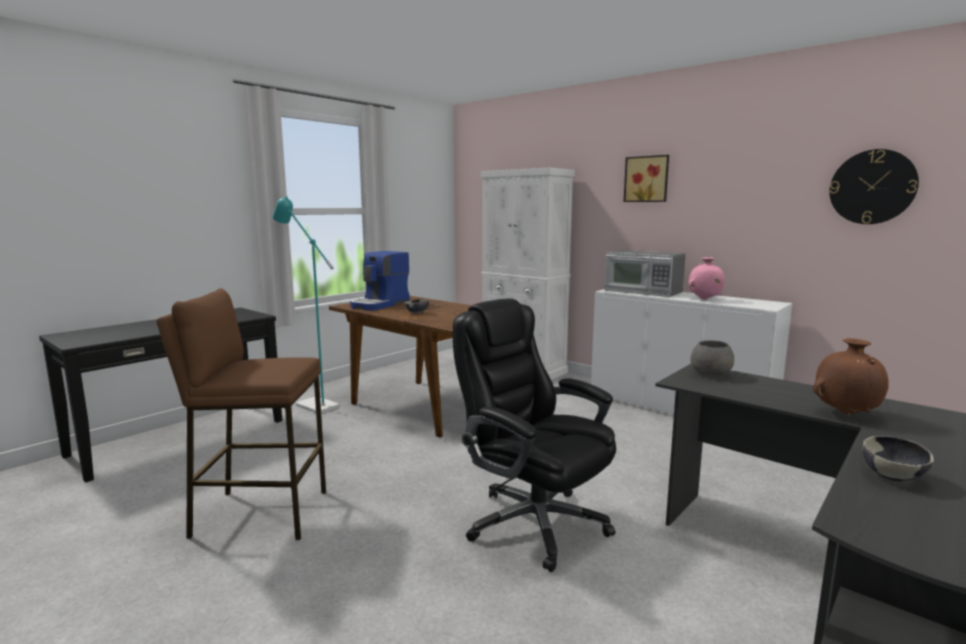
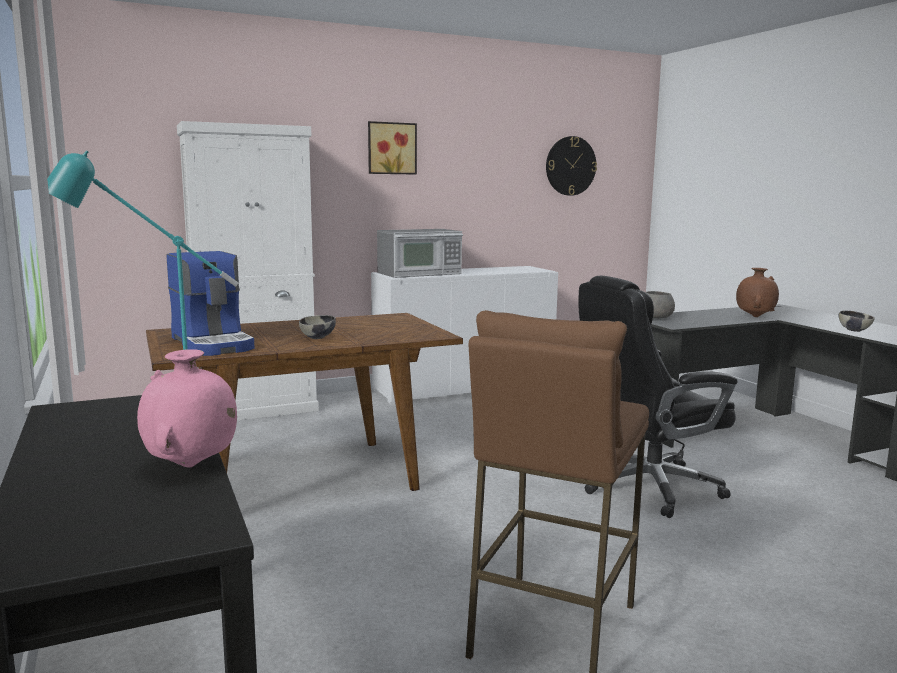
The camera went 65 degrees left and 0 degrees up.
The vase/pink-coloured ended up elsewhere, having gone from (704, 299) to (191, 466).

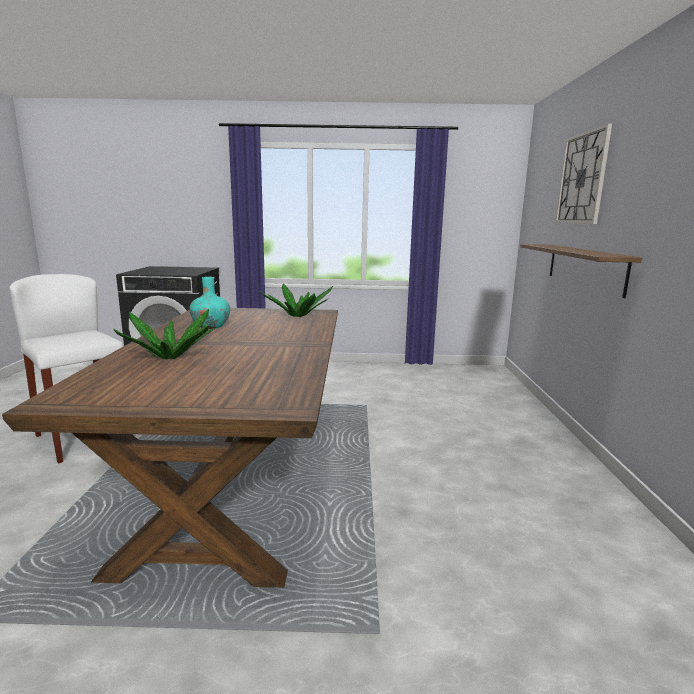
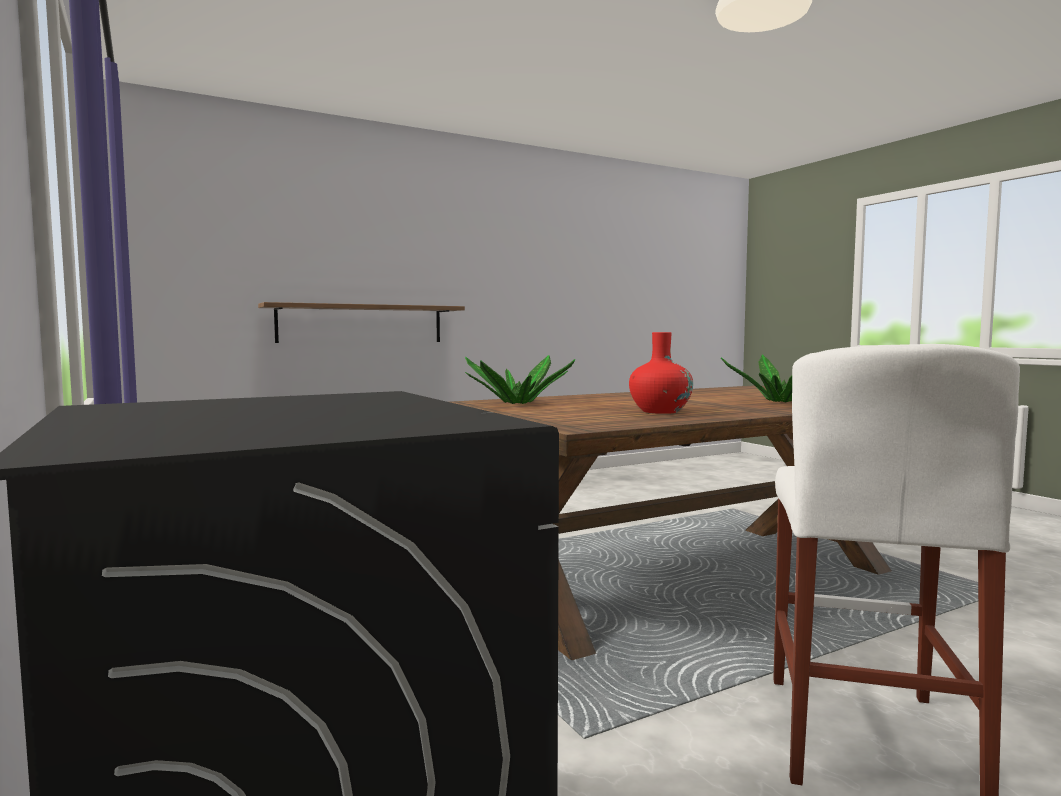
The camera went 120 degrees left and 10 degrees down.
The second view lost the hanging clock at (582, 178).
What was the vase/blue-green at (211, 326) turned into the vase/reddish at (660, 411).

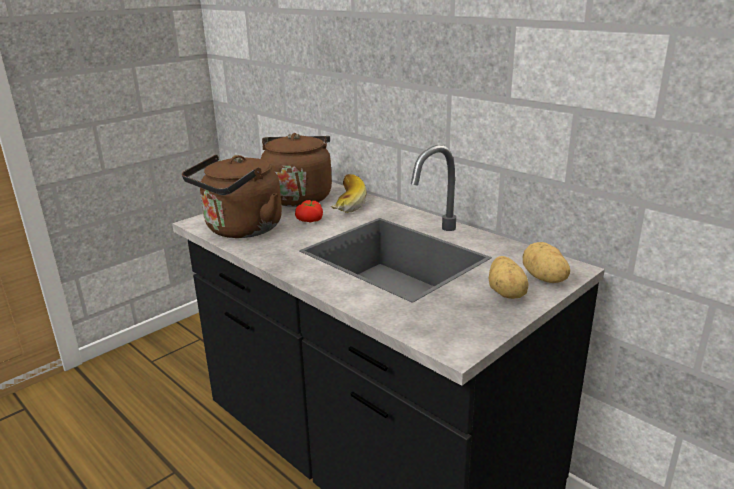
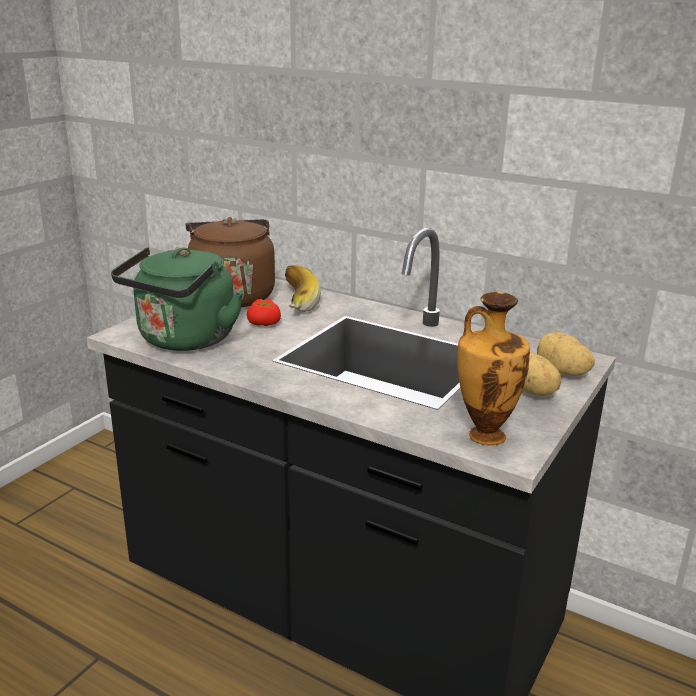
The camera went 15 degrees left and 0 degrees up.
The second view gained the vase at (484, 434).
What was the water kettle/brown at (240, 230) turned into the water kettle/greenish at (184, 340).

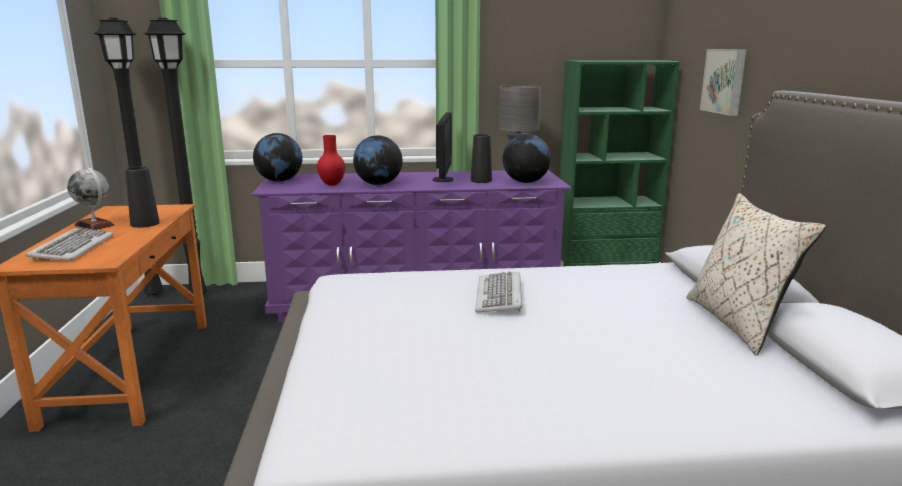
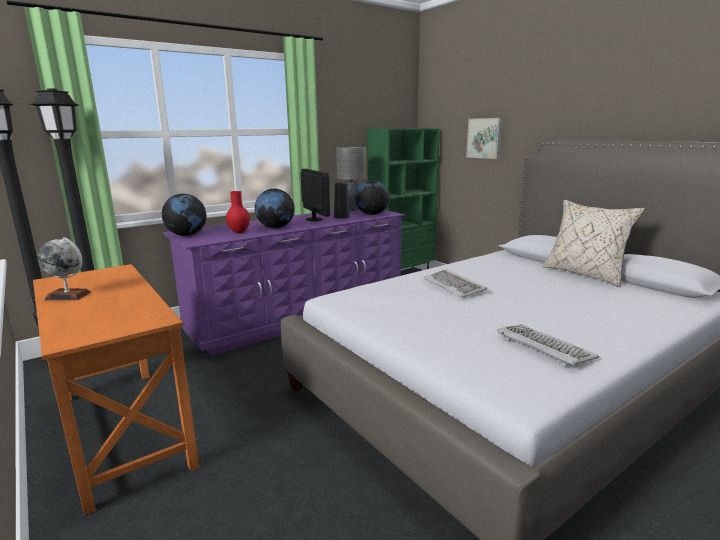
The camera went 30 degrees left and 0 degrees up.
The second view lost the vase/black at (145, 224).
The keyboard ended up elsewhere, having gone from (72, 248) to (543, 347).

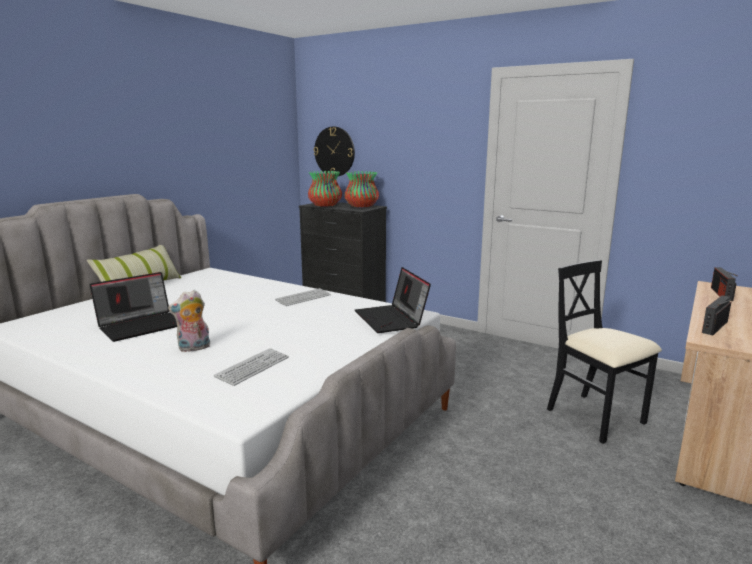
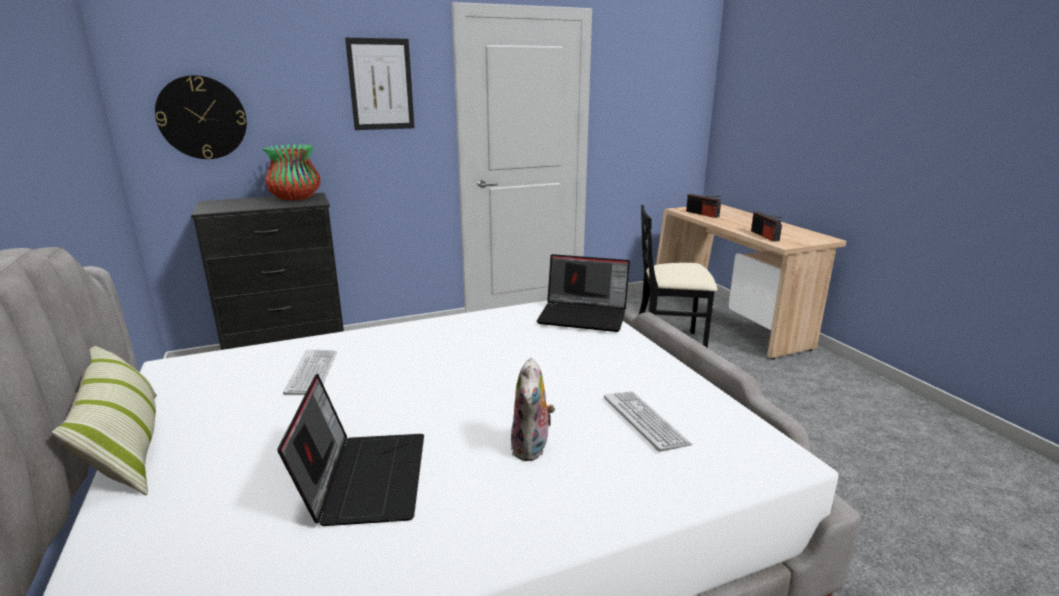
The camera went 55 degrees left and 5 degrees up.
The second view lost the vase at (325, 205).
The second view gained the picture at (381, 84).
The keyboard ended up elsewhere, having gone from (303, 298) to (312, 373).

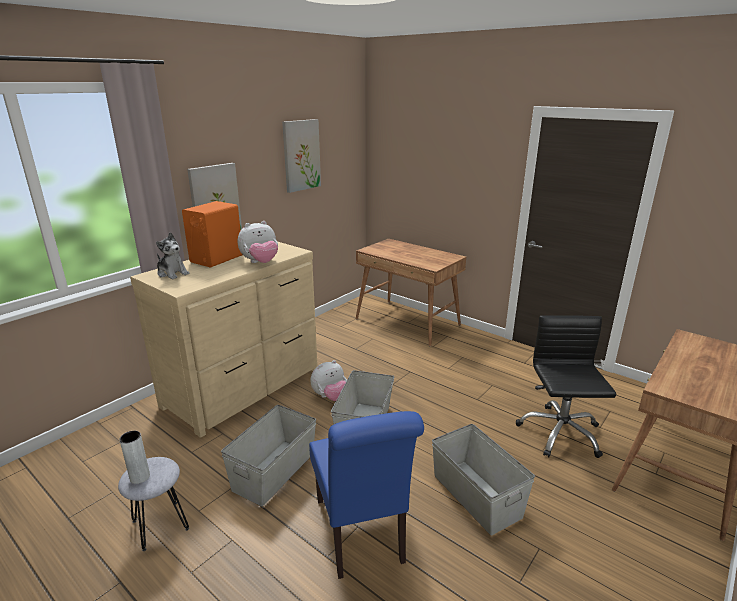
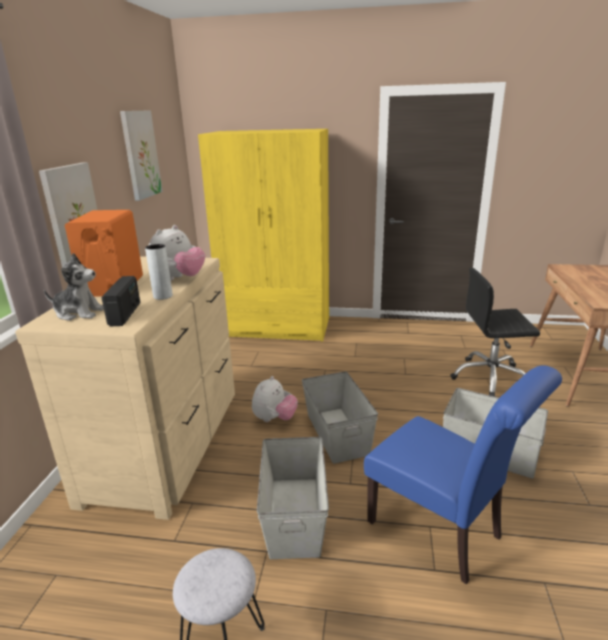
The camera went 30 degrees left and 0 degrees up.
The second view gained the radio at (125, 314).
The vase/gray ended up elsewhere, having gone from (140, 477) to (163, 296).
Where the desk table/brown stood at (408, 322), the armoire/yellowish came to stand at (276, 327).
The computer chair/black at (559, 433) ended up facing another way, 60 degrees counterclockwise from before.

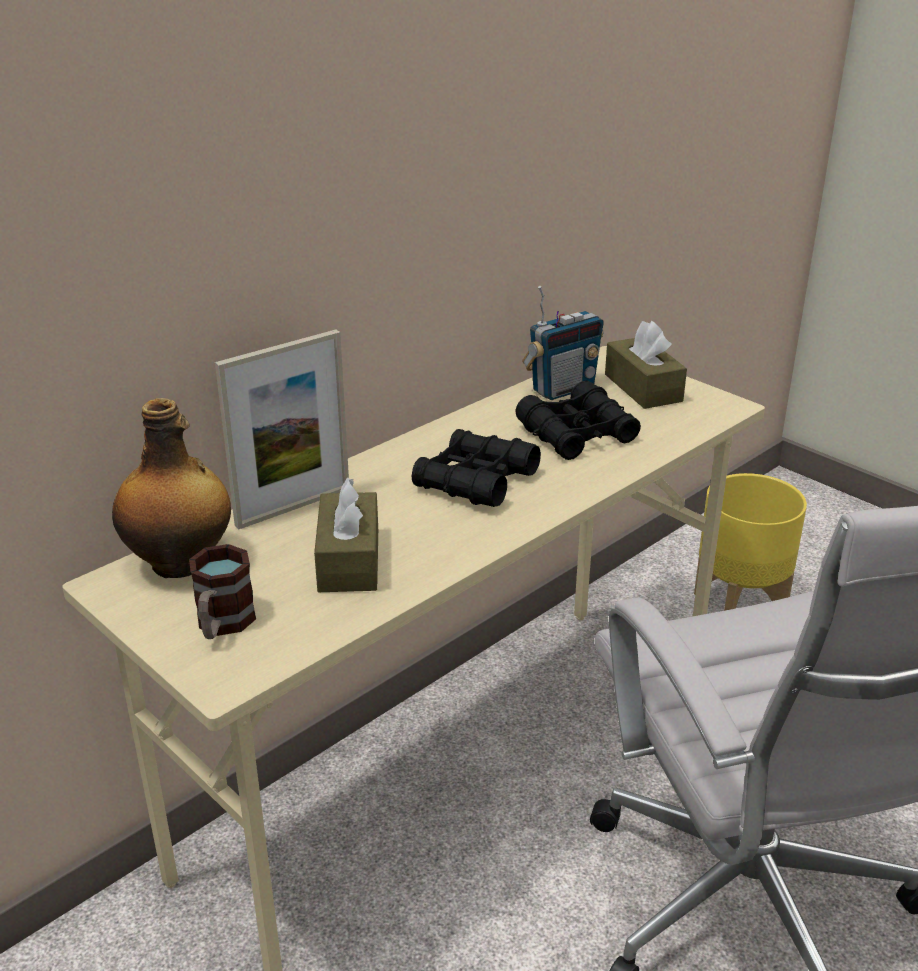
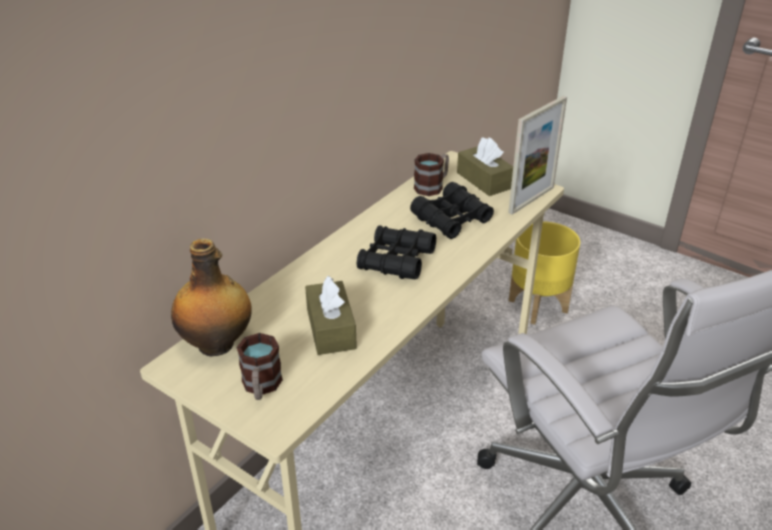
The camera went 10 degrees left and 5 degrees up.
The photo frame ended up elsewhere, having gone from (293, 507) to (531, 200).
Where the radio stood at (562, 389), the coffee mug came to stand at (432, 186).

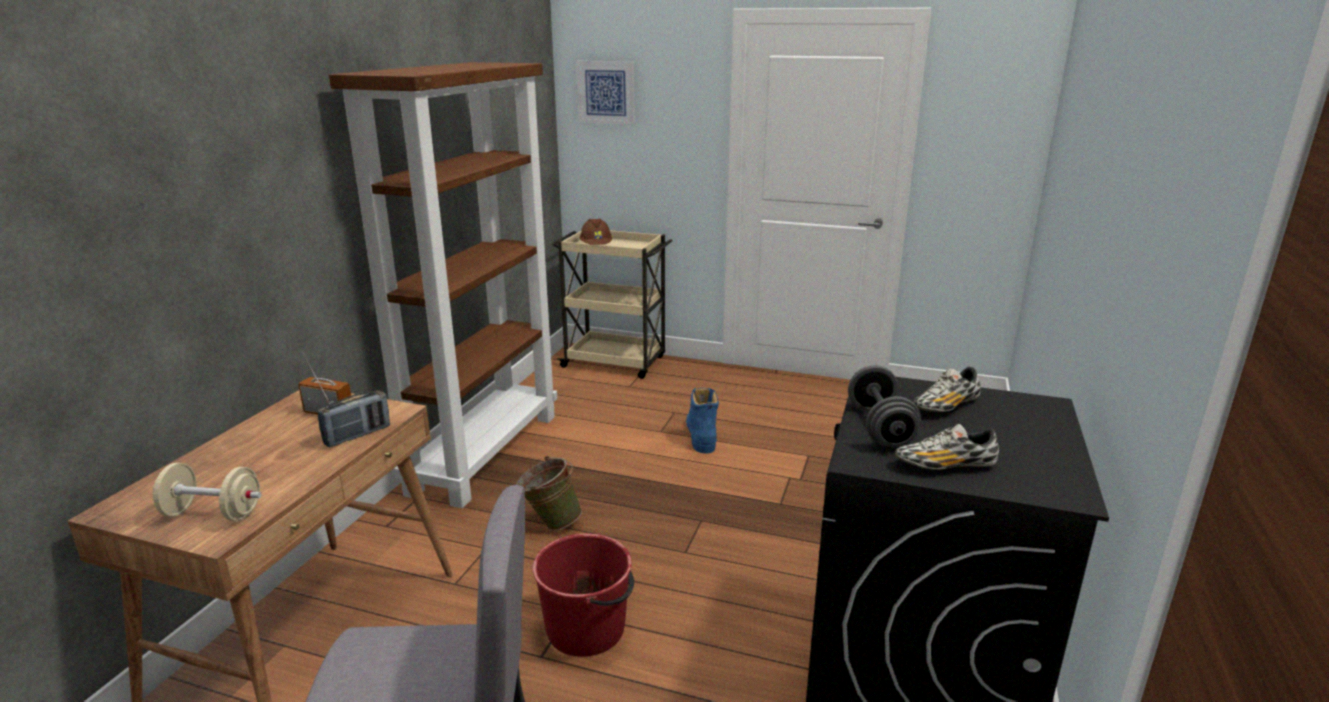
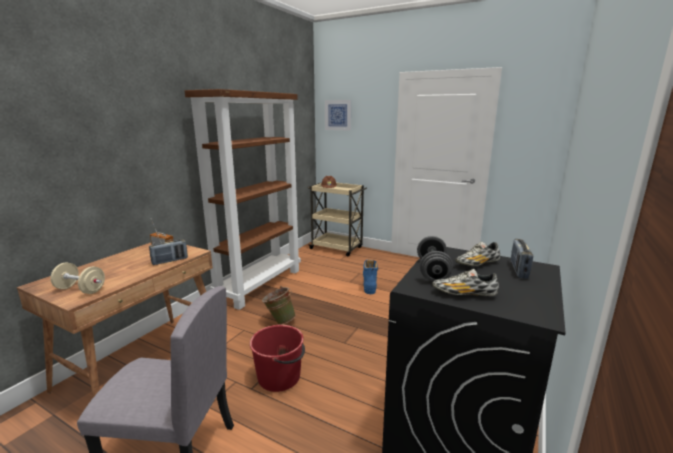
The camera went 10 degrees right and 5 degrees down.
The second view gained the radio at (519, 270).

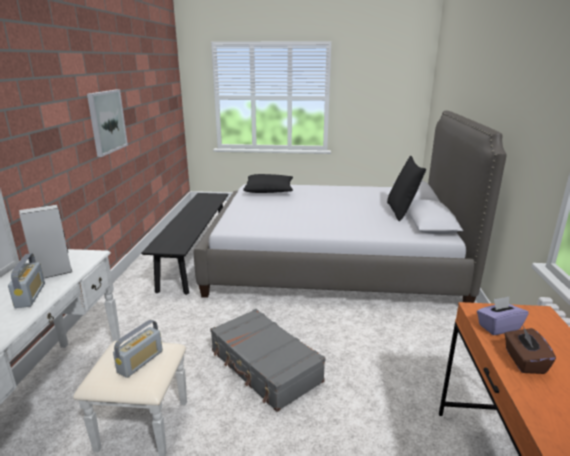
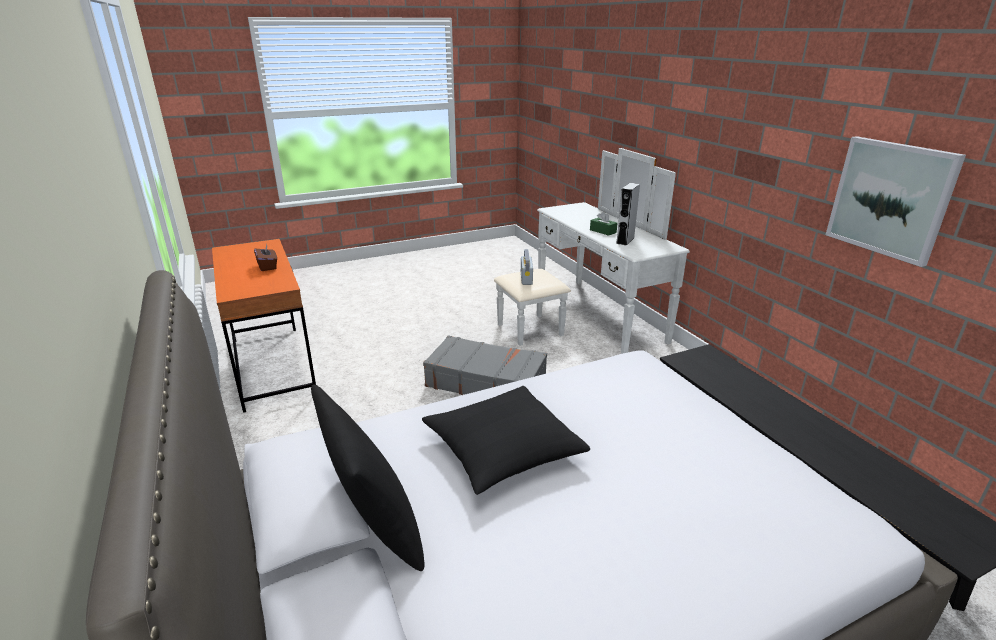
The camera went 150 degrees right and 5 degrees up.
The second view lost the tissue box/purplish at (498, 327).
The pillow/black ended up elsewhere, having gone from (269, 190) to (503, 449).
Where the radio stood at (30, 295), the tissue box/greenish came to stand at (603, 231).

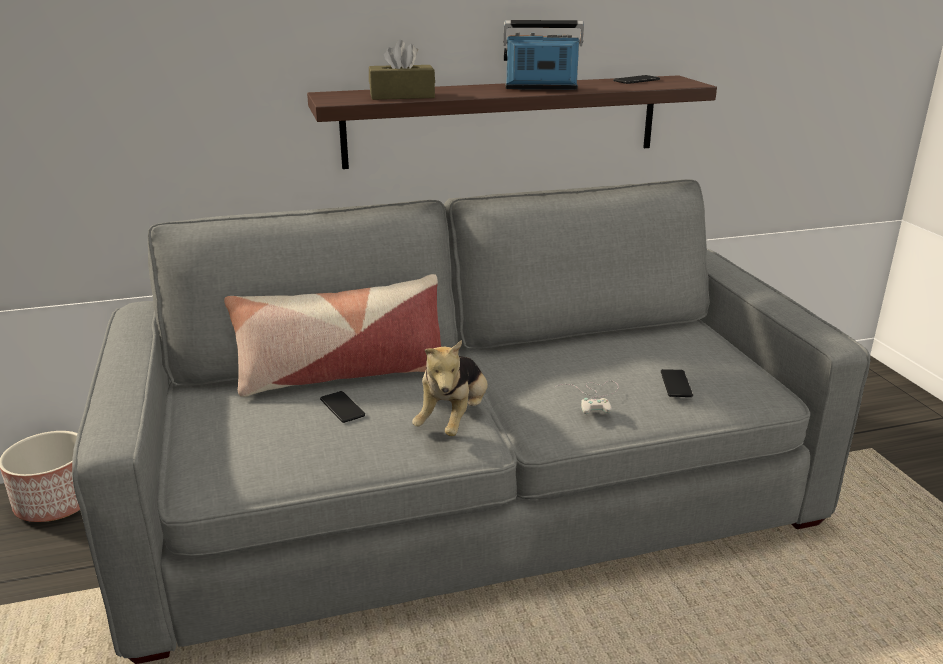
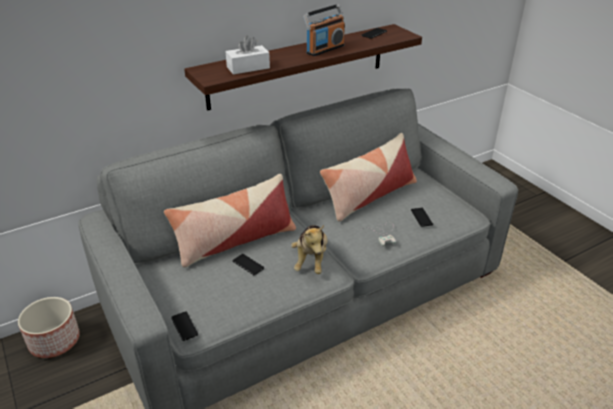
The camera went 15 degrees left and 10 degrees up.
The second view gained the telephone at (184, 326).
The second view gained the pillow at (369, 196).
What was the tissue box/brown at (402, 96) turned into the tissue box/white-coloured at (248, 67).
The radio at (541, 88) ended up facing another way, 150 degrees clockwise from before.

